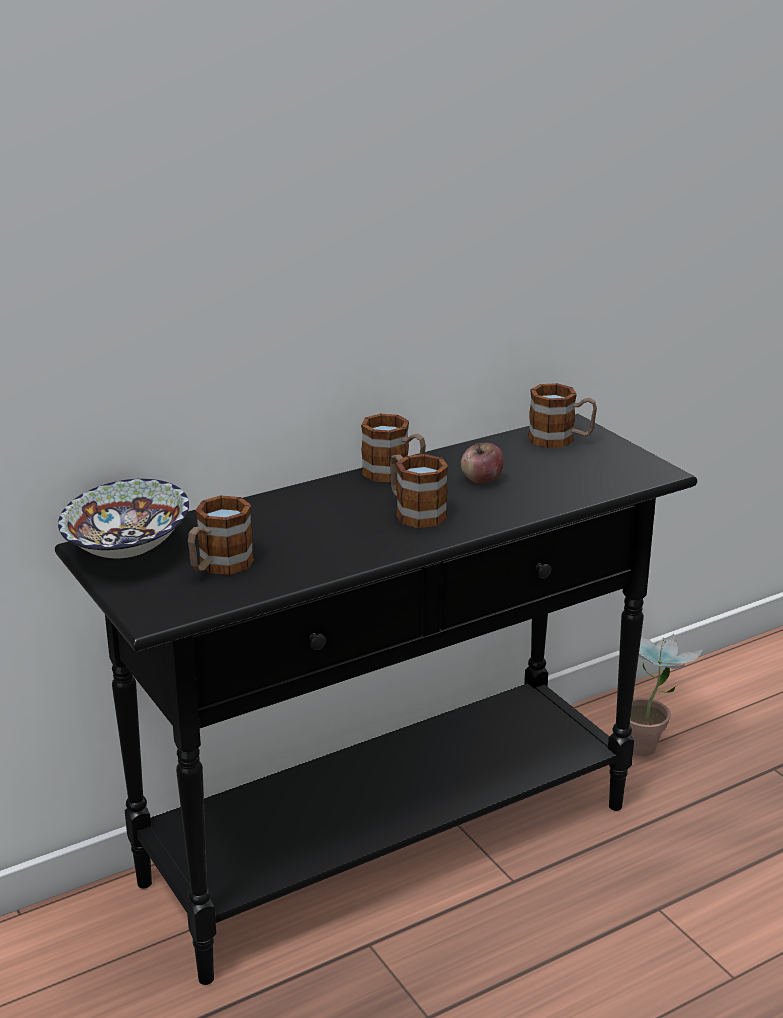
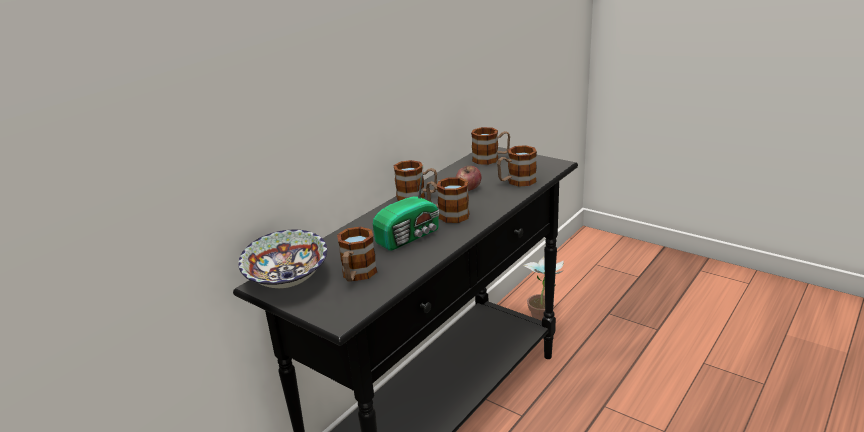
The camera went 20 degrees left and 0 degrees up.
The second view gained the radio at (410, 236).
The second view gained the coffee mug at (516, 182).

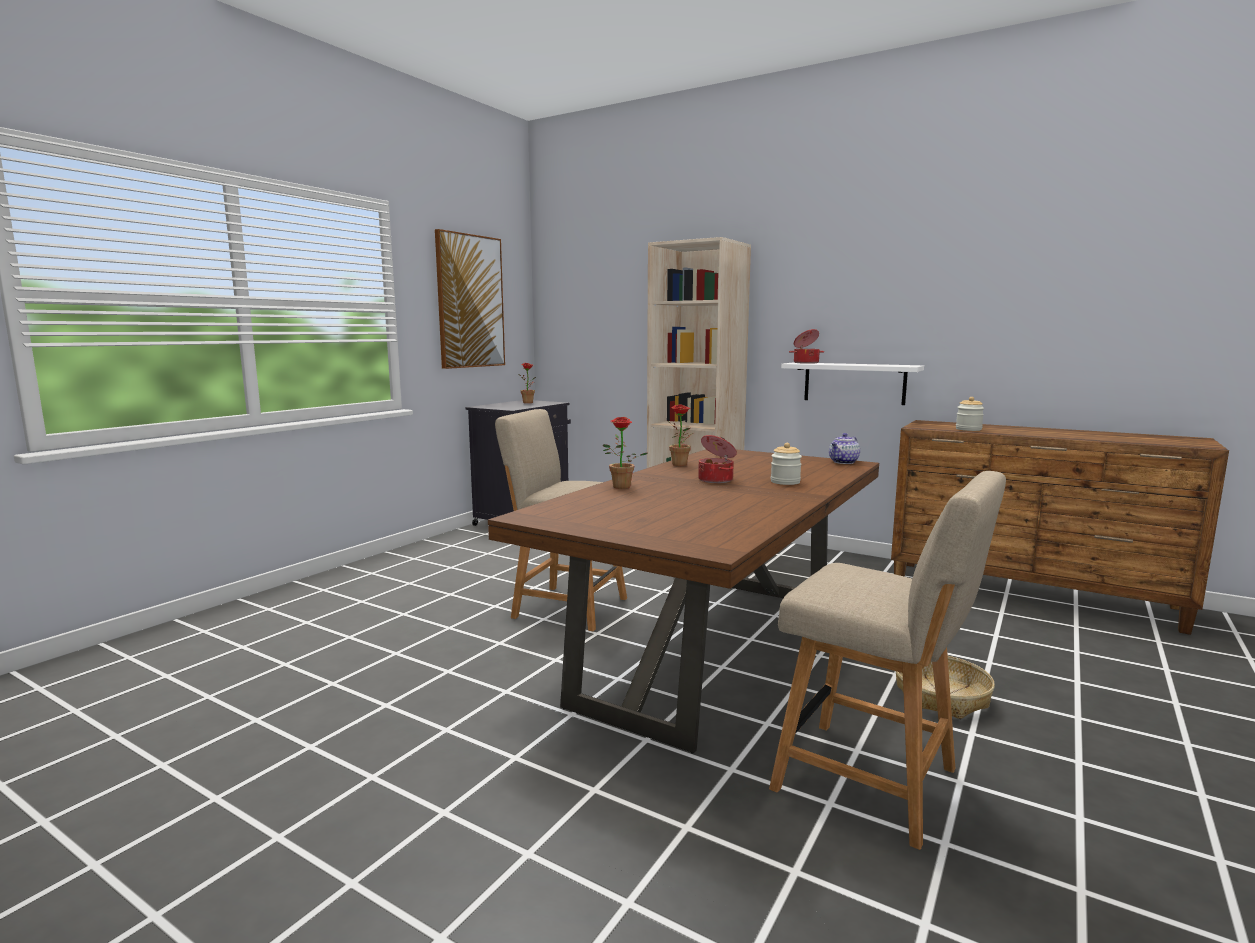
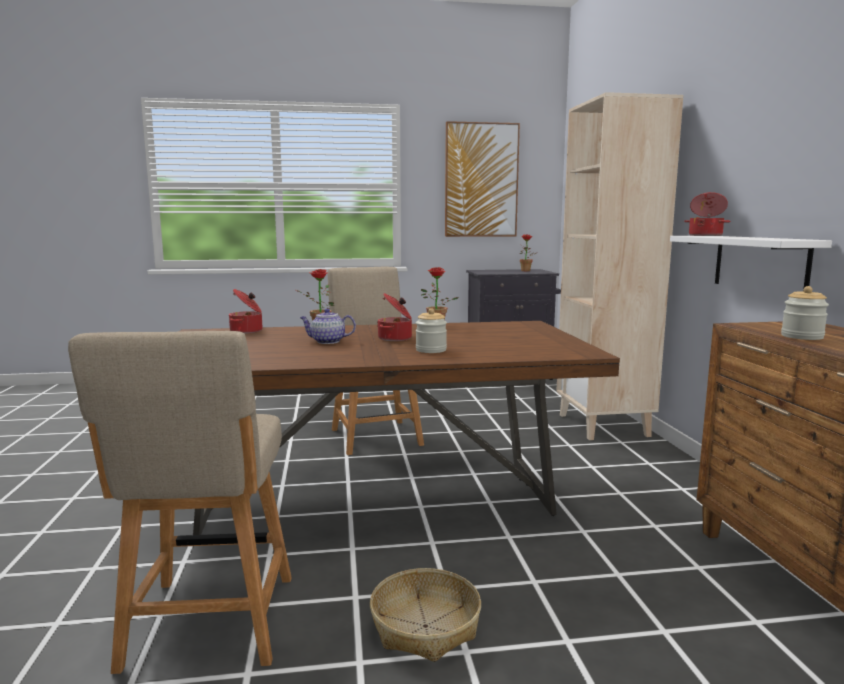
The camera went 50 degrees right and 0 degrees up.
The second view gained the stockpot at (247, 331).
The tea pot ended up elsewhere, having gone from (843, 462) to (327, 342).

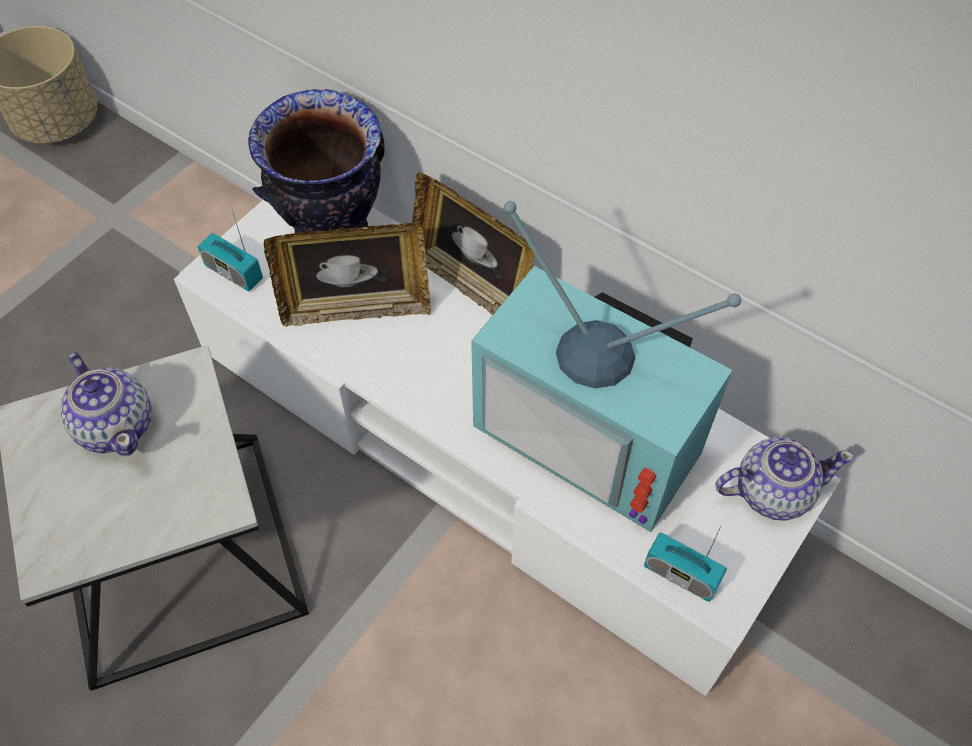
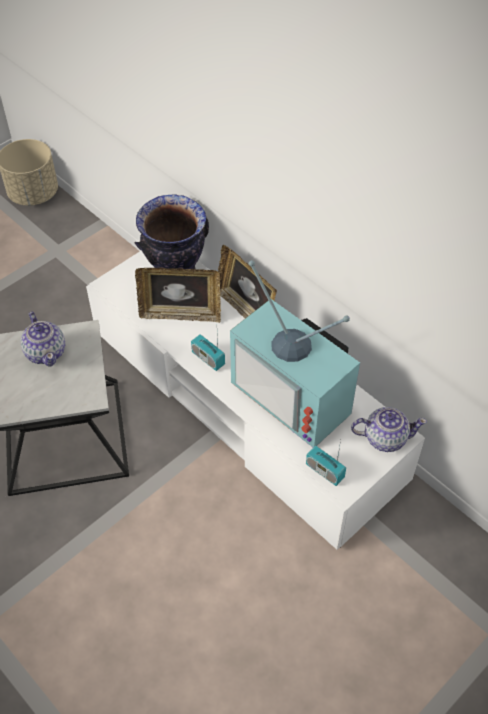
The camera went 10 degrees right and 5 degrees down.
The radio ended up elsewhere, having gone from (233, 273) to (208, 358).

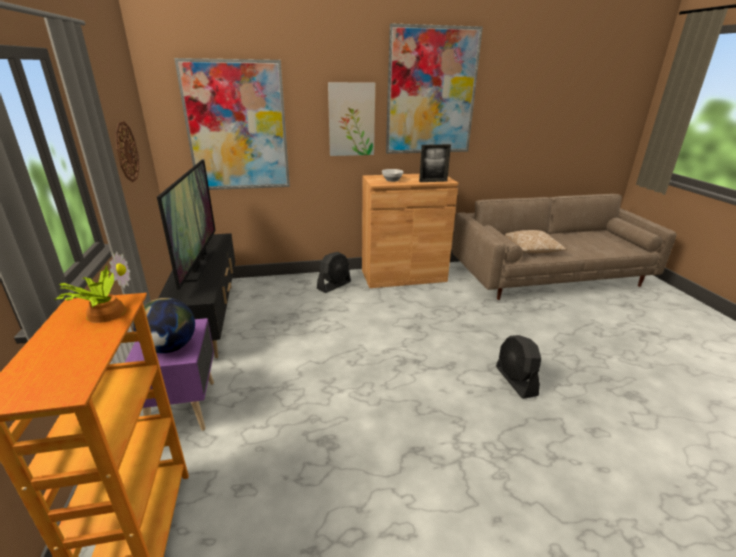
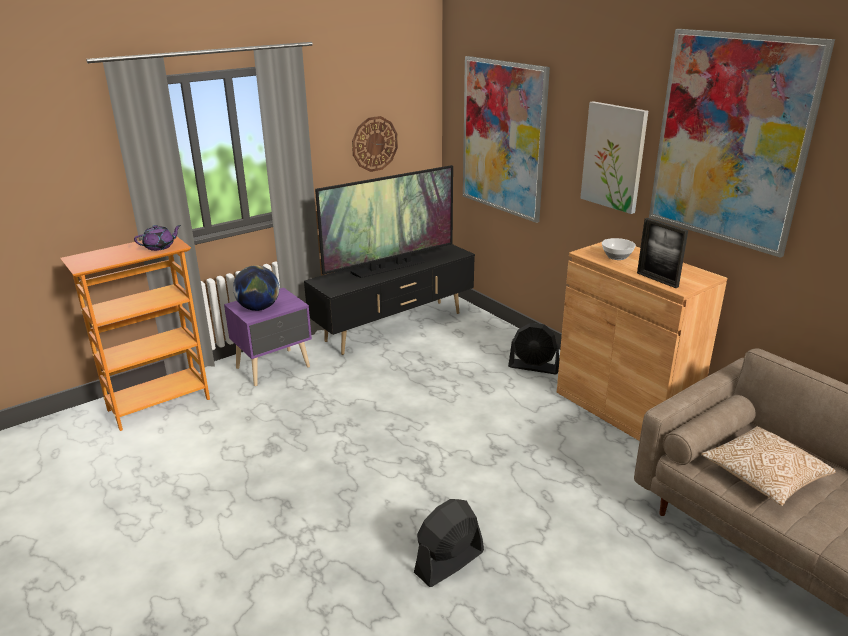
The camera went 65 degrees right and 0 degrees up.
Where the plant in a pot stood at (105, 312), the tea pot/purplish came to stand at (160, 247).

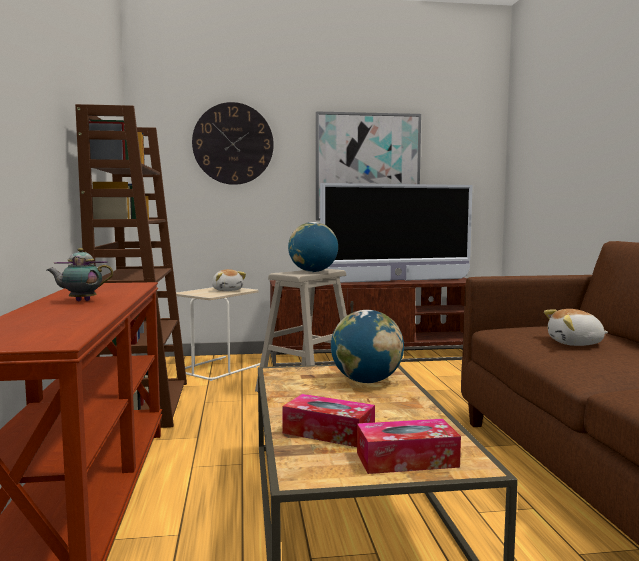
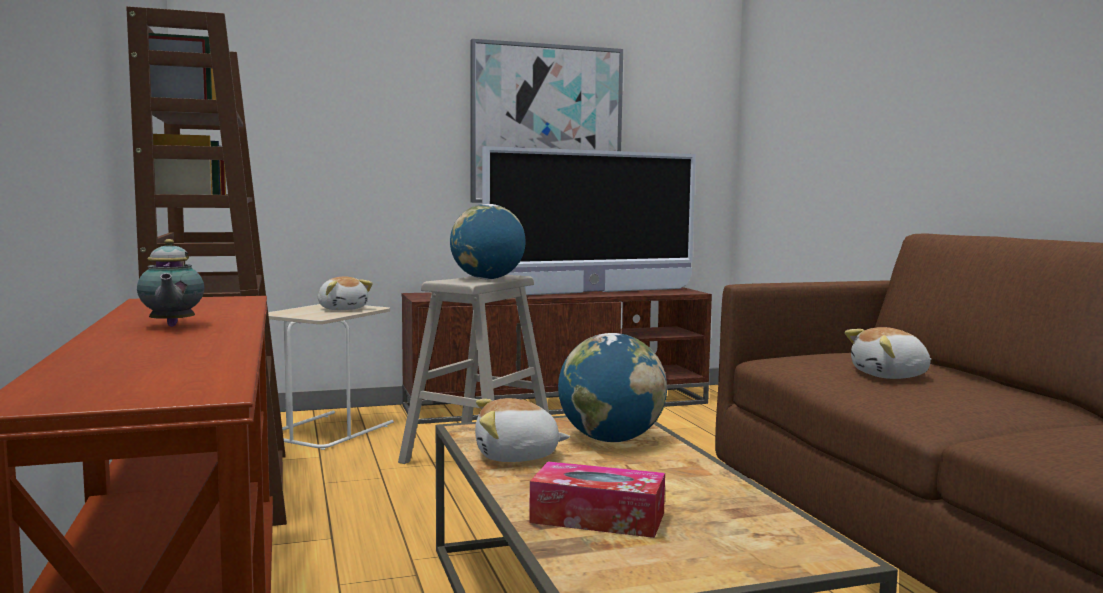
The camera went 10 degrees left and 0 degrees up.
The second view lost the hanging clock at (233, 143).
The second view lost the tissue box at (406, 460).
The second view gained the cuddly toy at (517, 456).
The tea pot at (81, 301) ended up facing another way, 90 degrees counterclockwise from before.

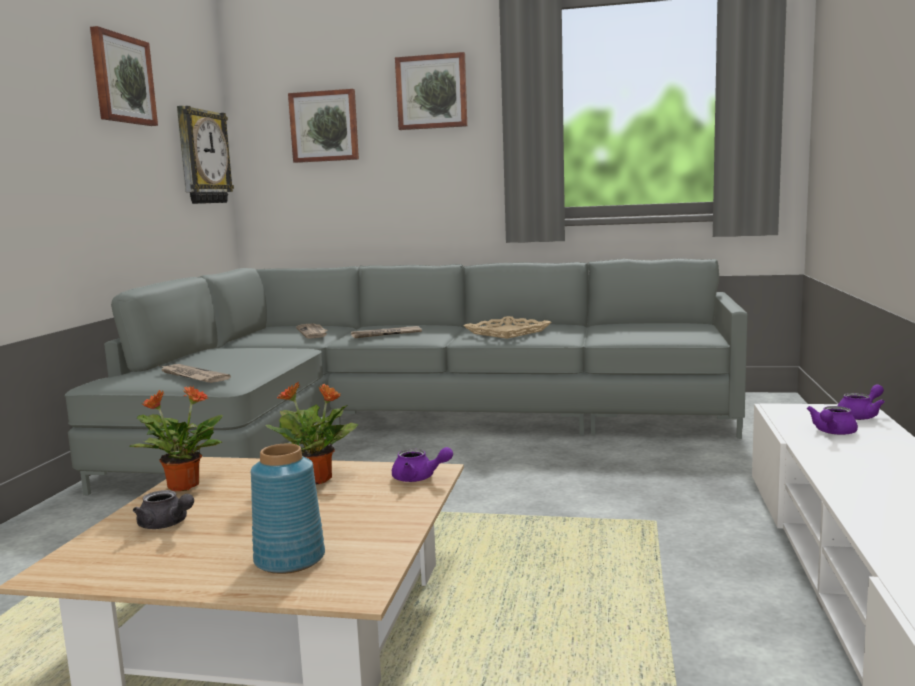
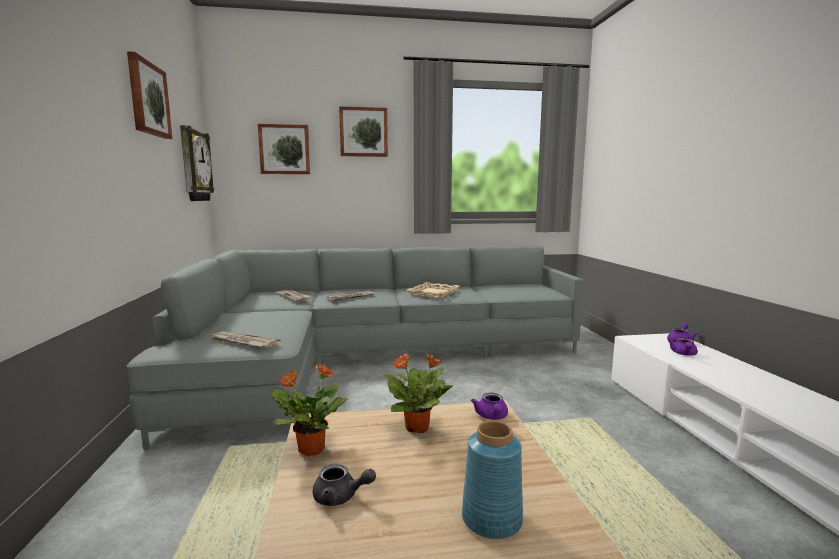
The camera went 20 degrees left and 0 degrees up.
The tea pot/purplish at (419, 478) ended up facing another way, 90 degrees clockwise from before.

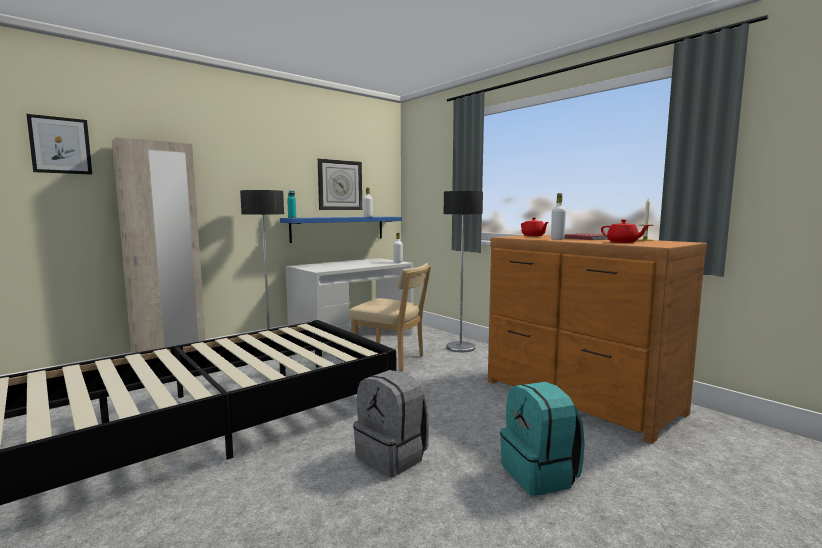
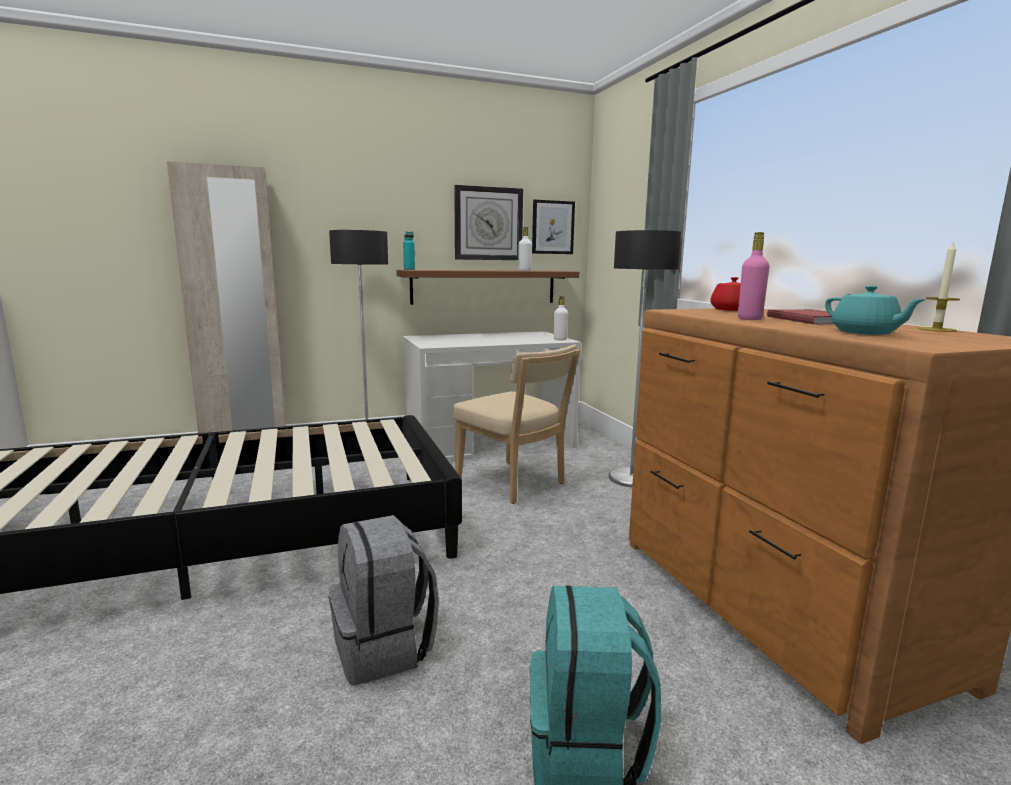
The camera went 20 degrees right and 5 degrees up.
The picture ended up elsewhere, having gone from (60, 145) to (553, 227).
What was the wall shelf/bluish at (338, 228) turned into the wall shelf/brown at (484, 287).
What was the beverage bottle/white-coloured at (557, 239) turned into the beverage bottle/pink-coloured at (749, 319).
What was the tea pot/reddish at (623, 242) turned into the tea pot/blue-green at (865, 333).

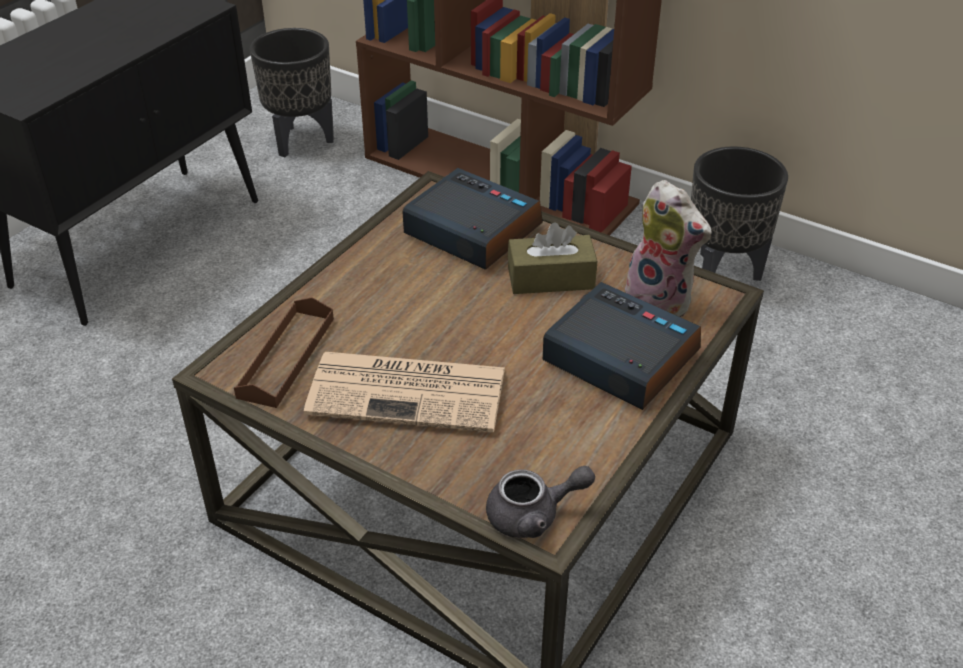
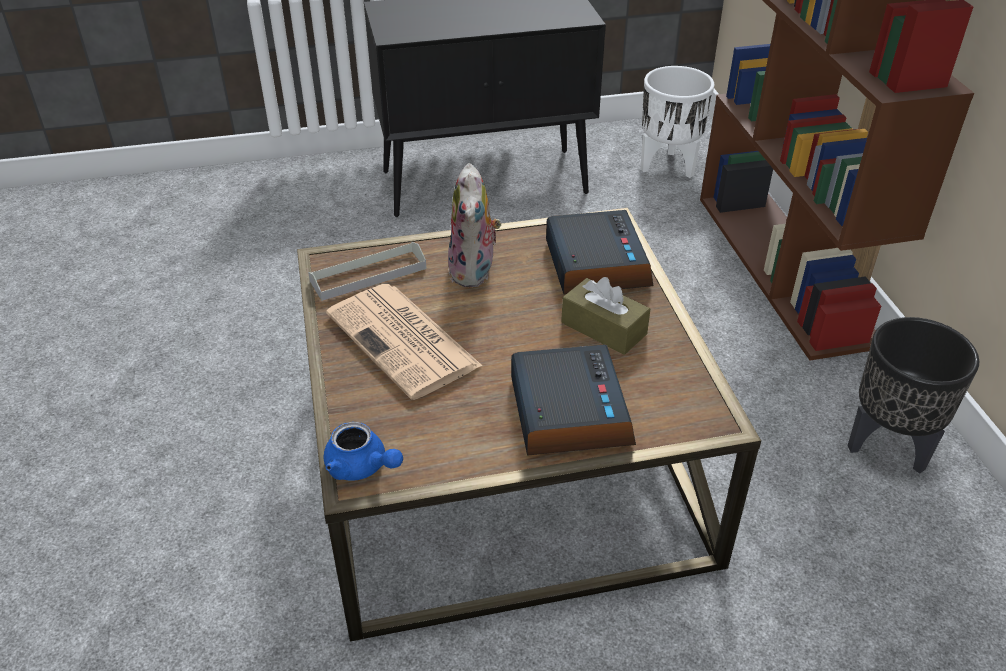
The camera went 45 degrees right and 0 degrees up.
The cuddly toy ended up elsewhere, having gone from (662, 300) to (475, 272).
What was the serving tray/brown at (286, 357) turned into the serving tray/gray at (368, 275).
What was the plant pot/black at (301, 141) turned into the plant pot/white-coloured at (668, 166).
What was the tea pot/gray at (533, 515) turned into the tea pot/bluish at (361, 467).

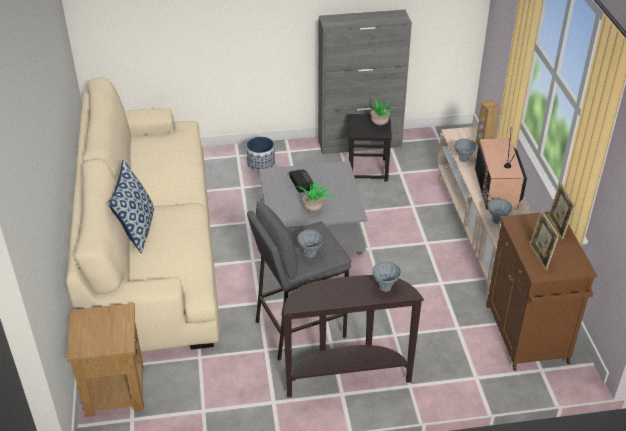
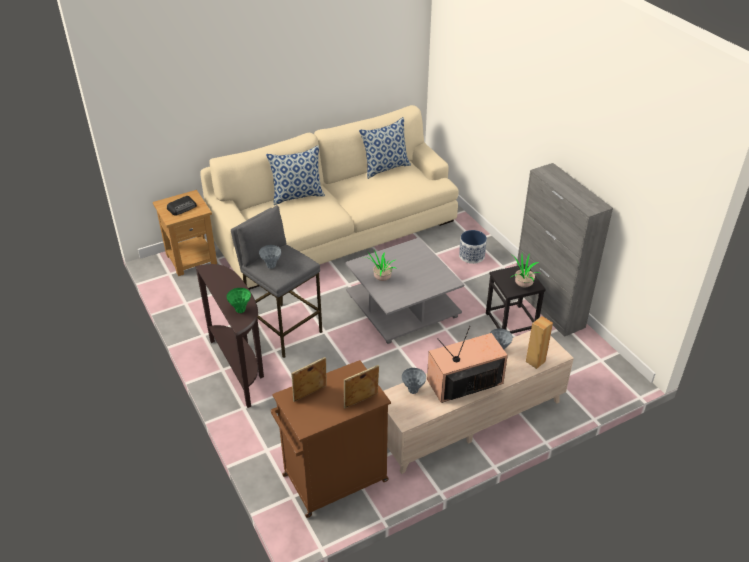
The camera went 70 degrees right and 0 degrees up.
The second view gained the pillow at (385, 168).
The radio ended up elsewhere, having gone from (301, 182) to (182, 207).
What was the vase/gray at (385, 288) turned into the vase/greenish at (240, 310).

